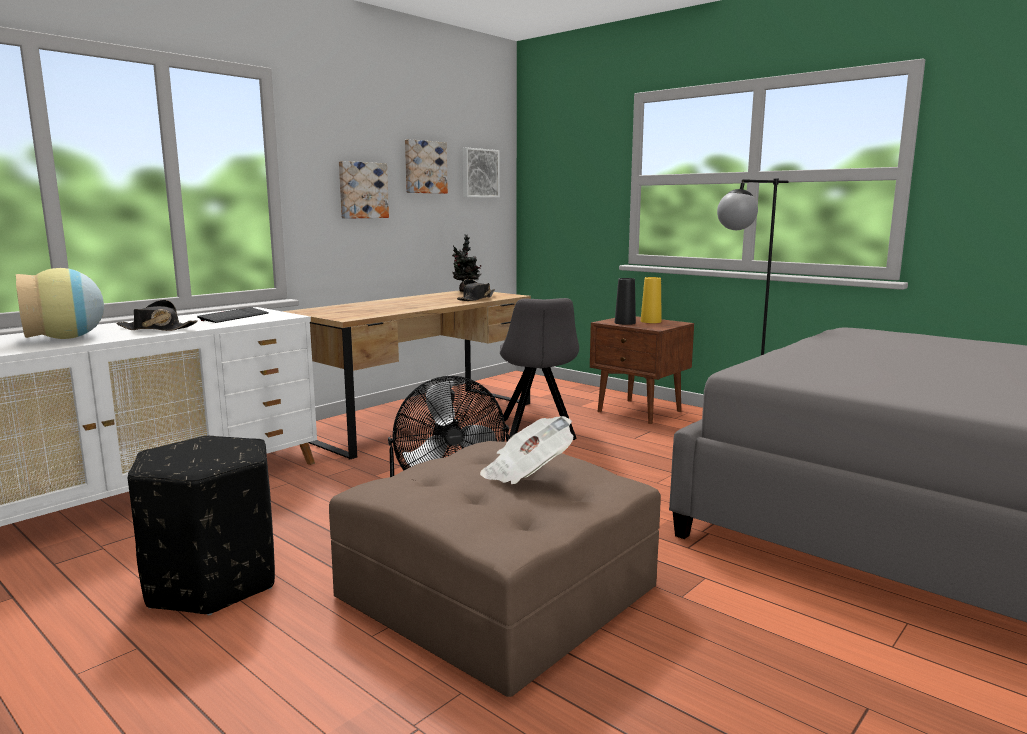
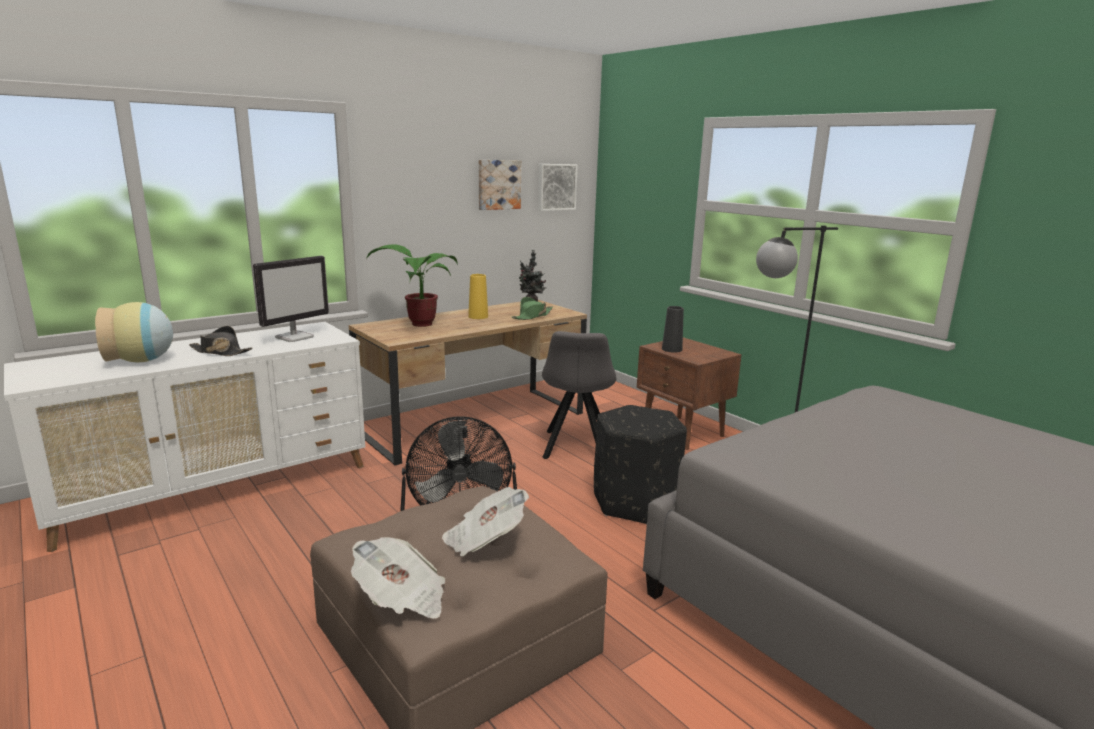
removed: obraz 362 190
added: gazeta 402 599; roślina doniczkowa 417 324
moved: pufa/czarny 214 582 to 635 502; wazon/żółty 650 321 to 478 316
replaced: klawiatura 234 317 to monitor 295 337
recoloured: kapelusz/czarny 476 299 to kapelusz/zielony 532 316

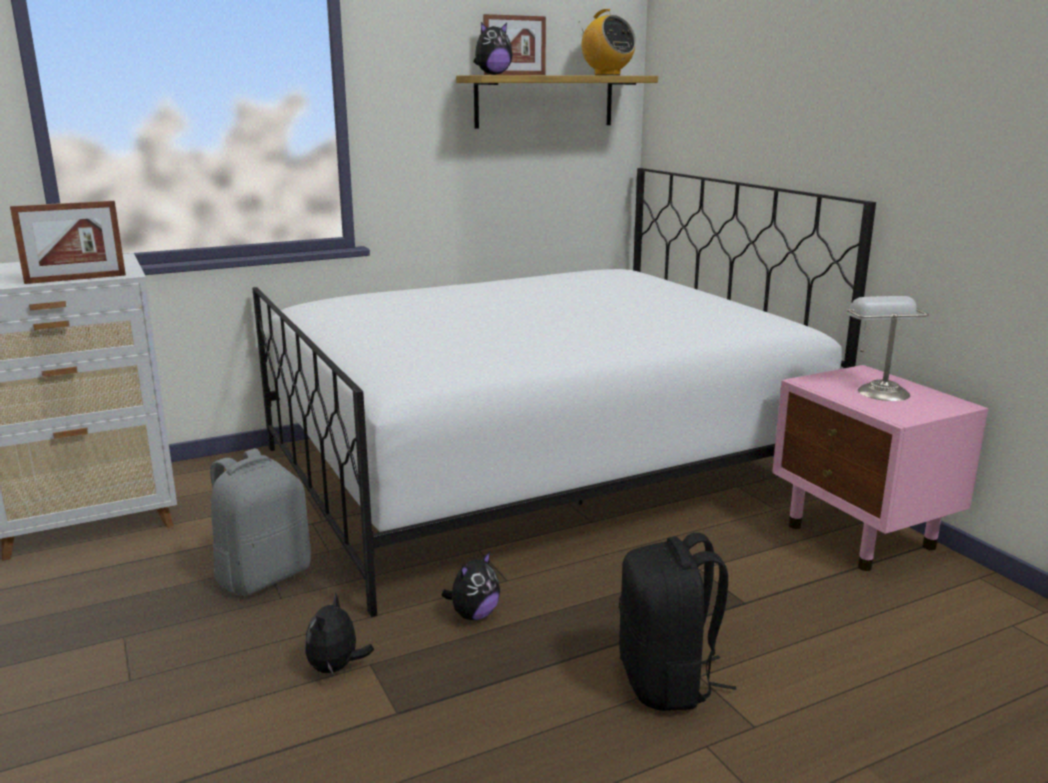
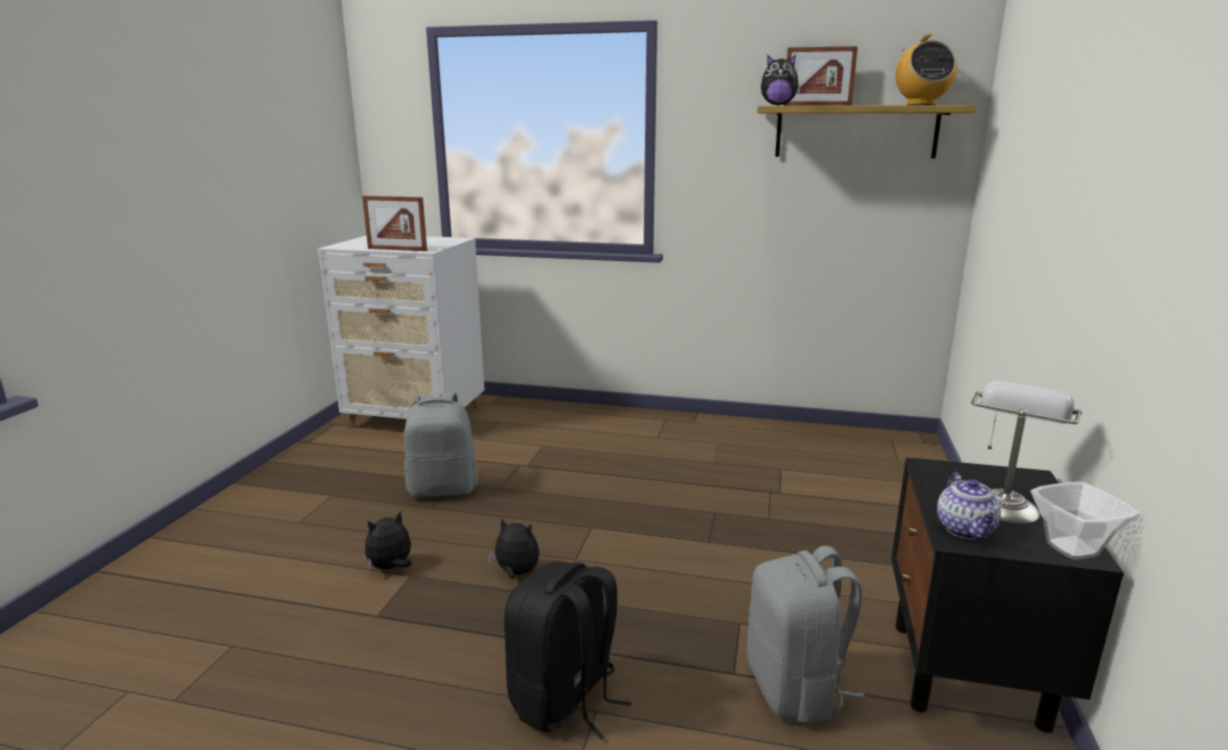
removed: łóżko/biały 539 469
added: plecak/szary 796 689; imbryk 966 530; miska 1070 548
recoloured: szafka nocna/różowy 862 537 to szafka nocna/czarny 967 675
turned: pluszak 473 615 = 516 573 150 degrees counterclockwise

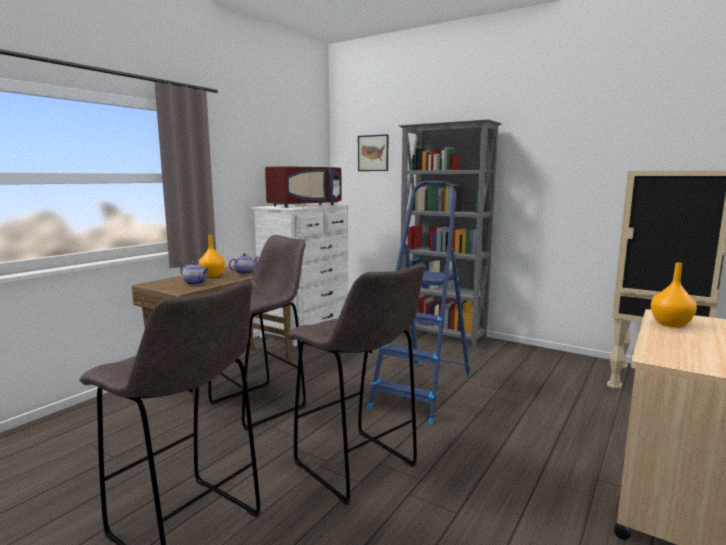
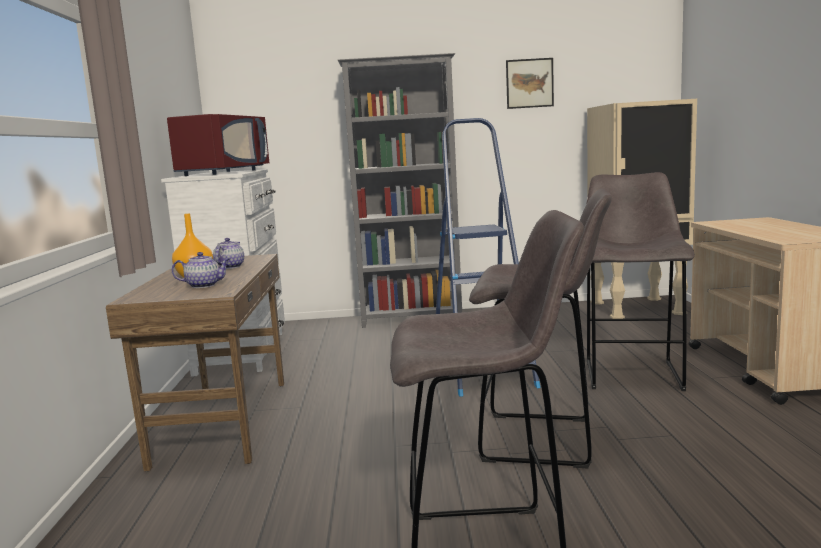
removed: wazon/pomarańczowy 671 324
moved: stołek/szary 260 404 to 632 374; obraz 373 153 to 529 83

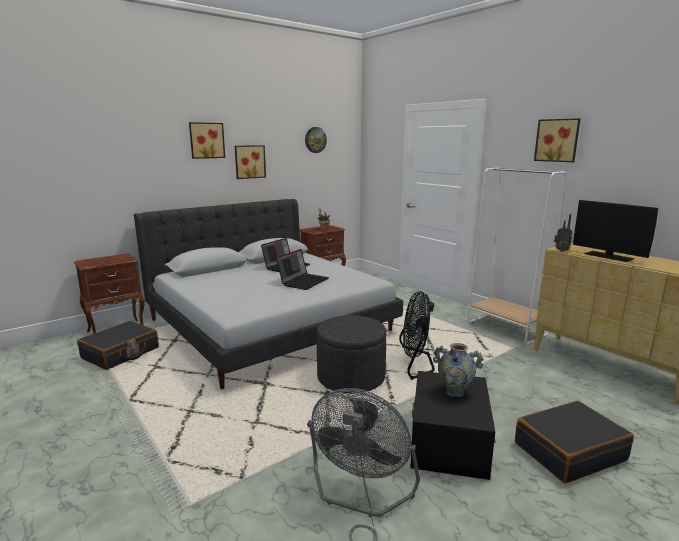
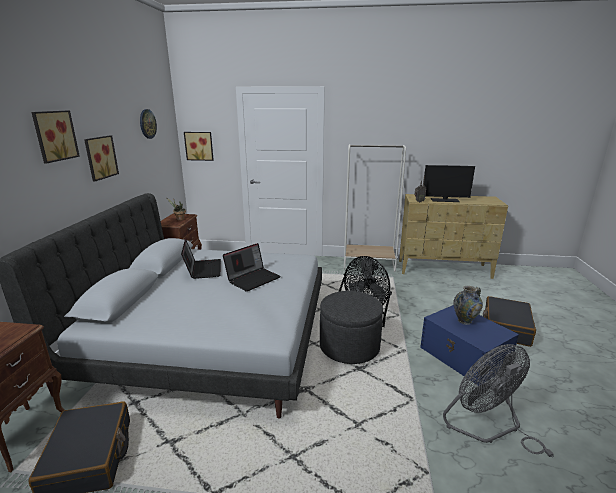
moved: obraz 557 140 to 199 146
recoloured: pojemnik do przechowywania/czarny 448 442 to pojemnik do przechowywania/niebieski 464 357
turned: laptop 303 281 = 253 278 60 degrees clockwise

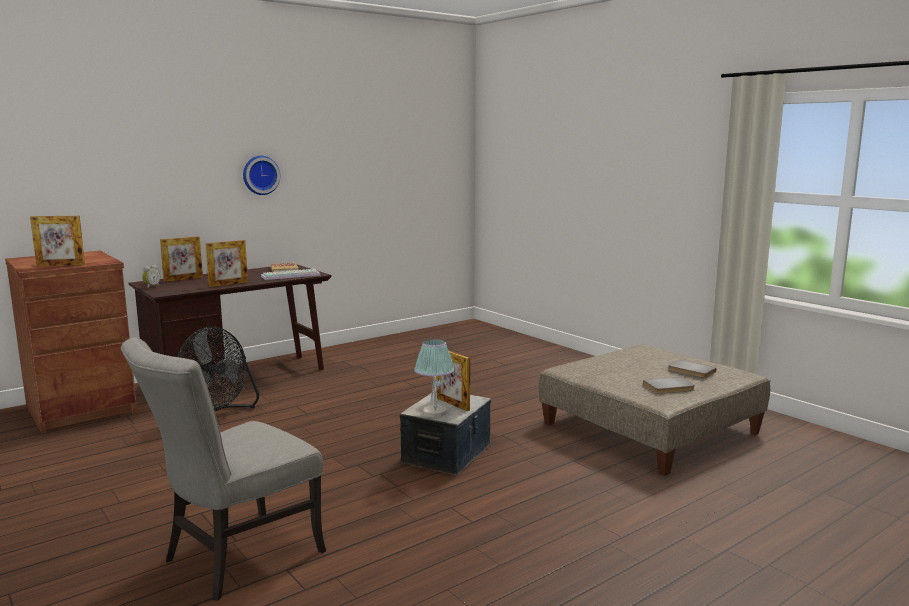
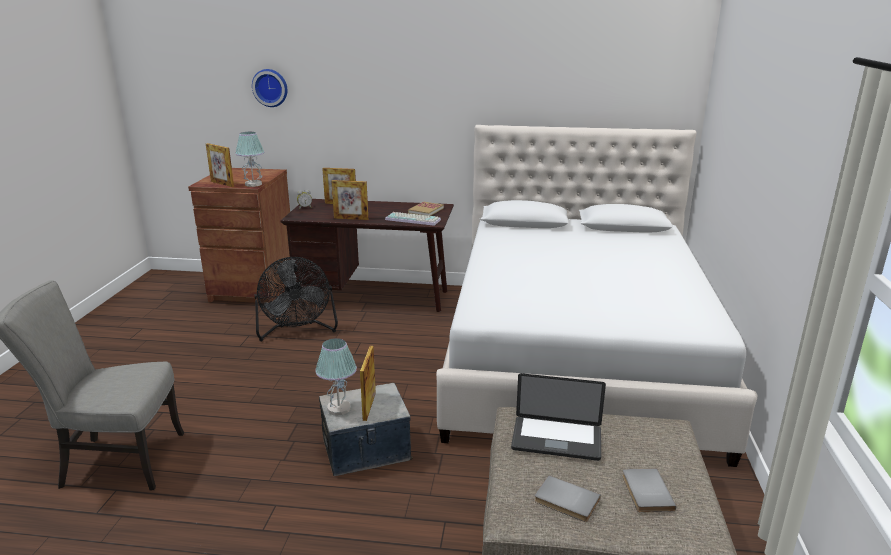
added: lampa stołowa 253 184; łóżko/biały 576 357; laptop 556 439
moved: zegar ścienny 260 175 to 270 87

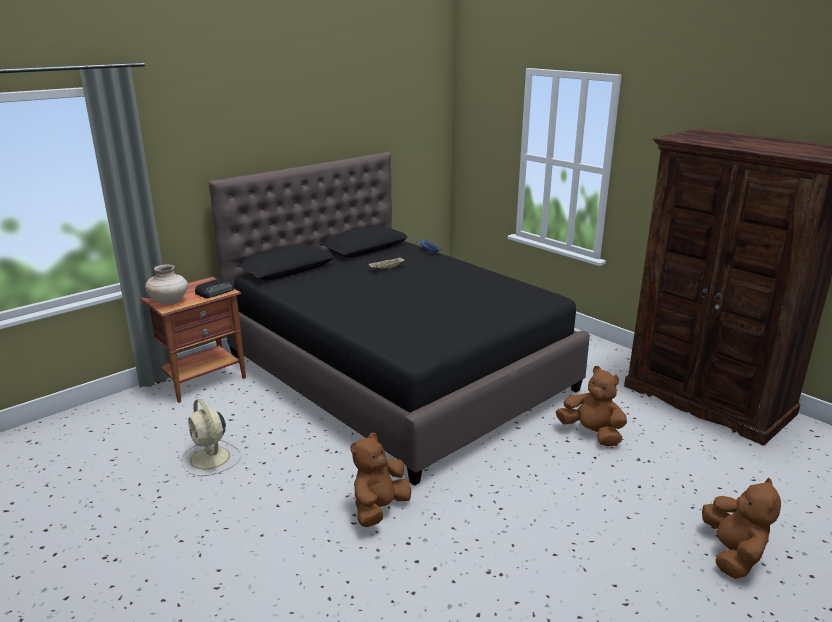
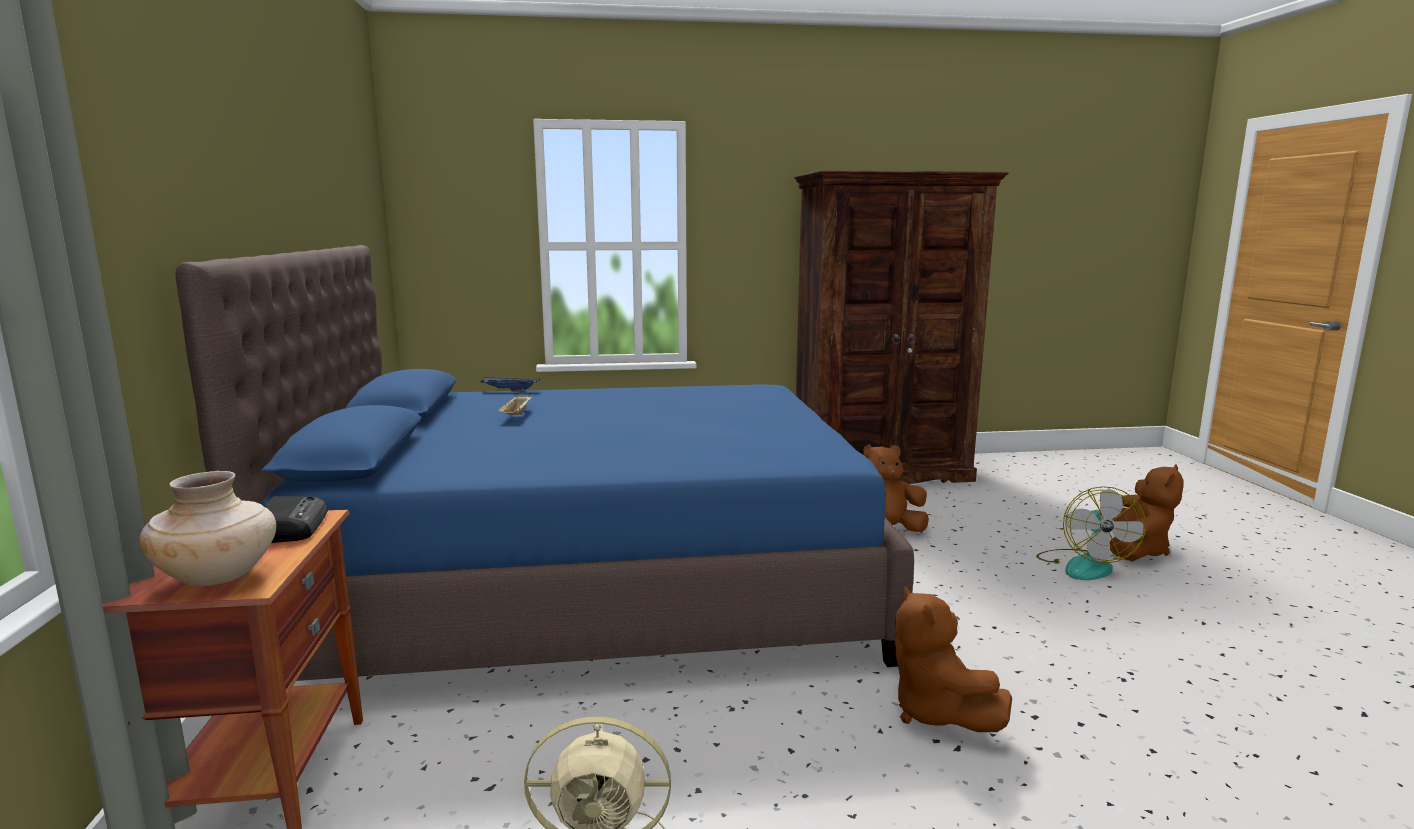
added: wentylator 1084 565
recoloured: łóżko/czarny 398 372 to łóżko/niebieski 592 582
turned: pluszak/brązowy 733 554 = 1136 550 75 degrees clockwise

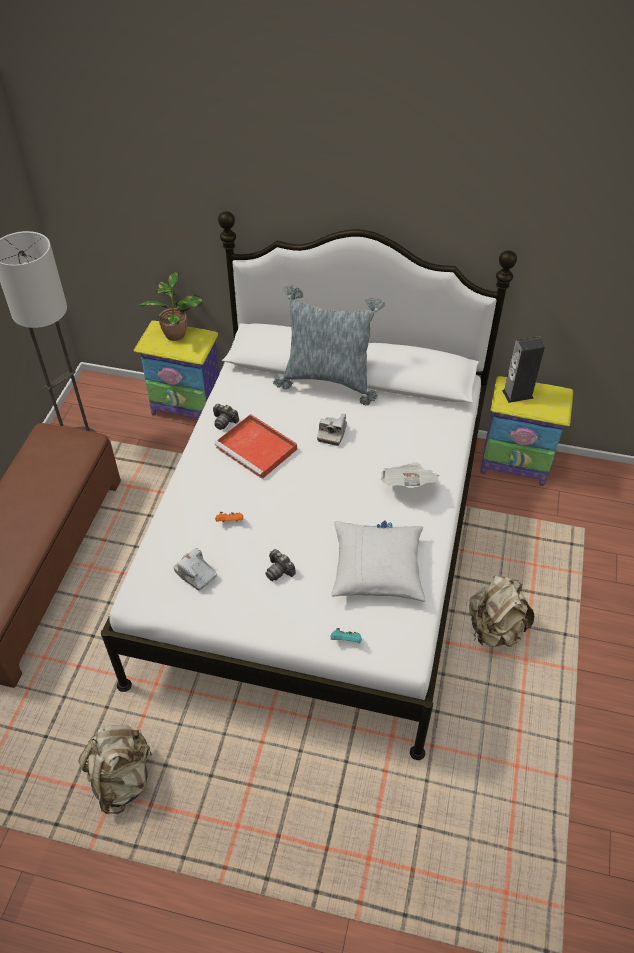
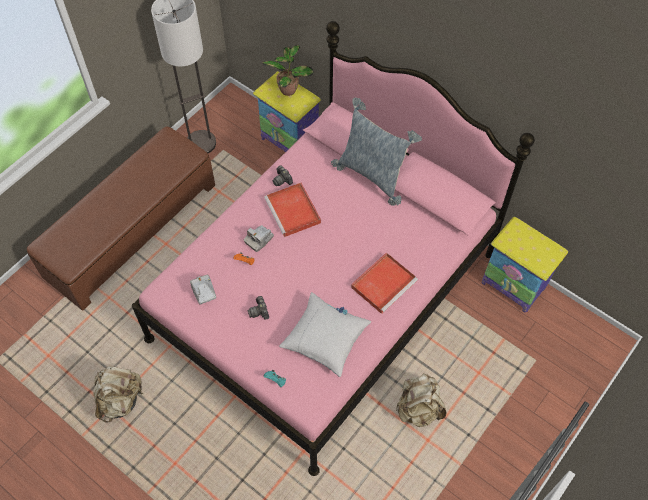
removed: głośnik 517 394
moved: aparat fotograficzny 332 433 to 259 239
replaced: gazeta 408 485 to taca/czerwony 384 283
recoloured: łóżko/biały 316 552 to łóżko/różowy 323 296

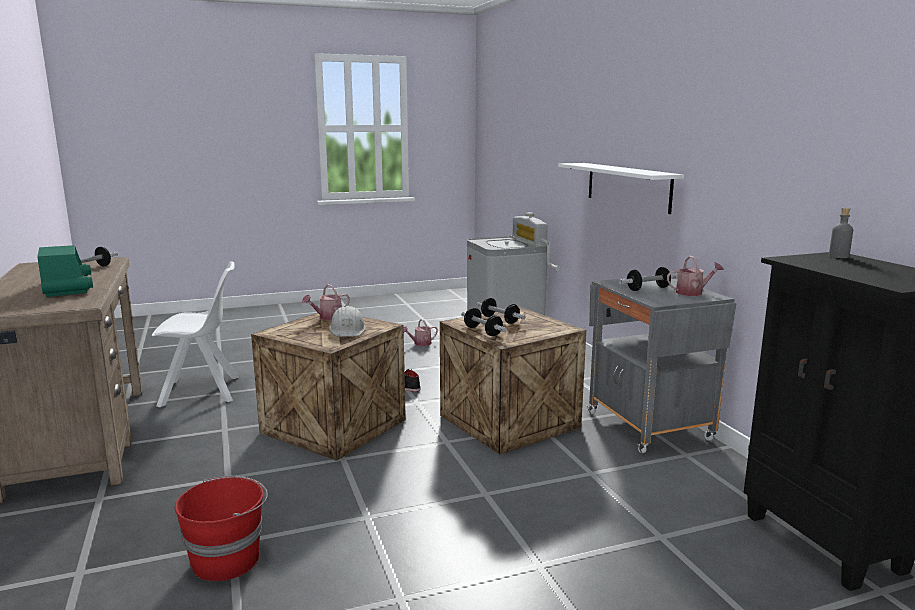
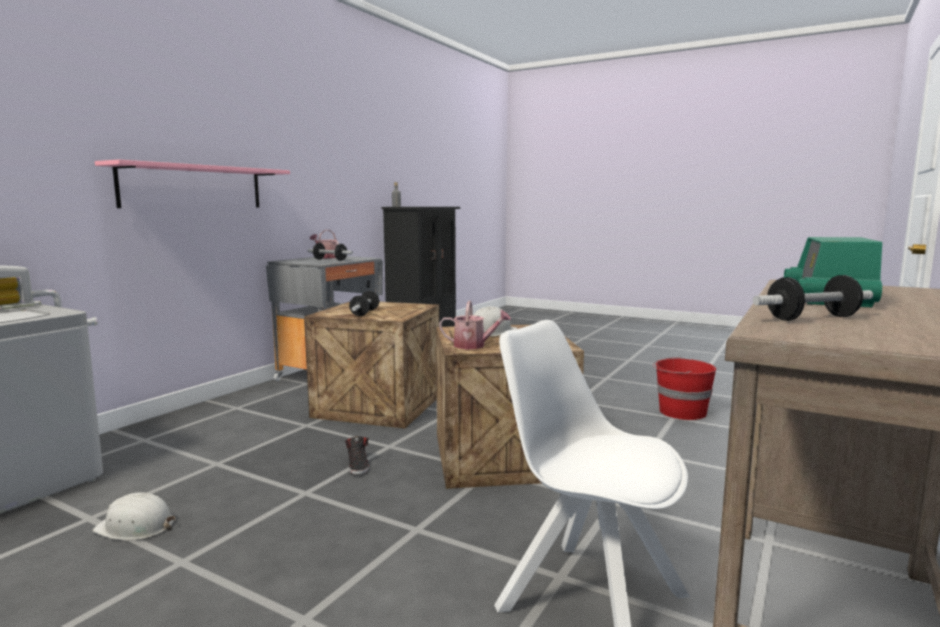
removed: hantel 483 331
replaced: konewka 420 343 to kask/biały 135 527
recoloured: półka/biały 627 186 to półka/różowy 193 187

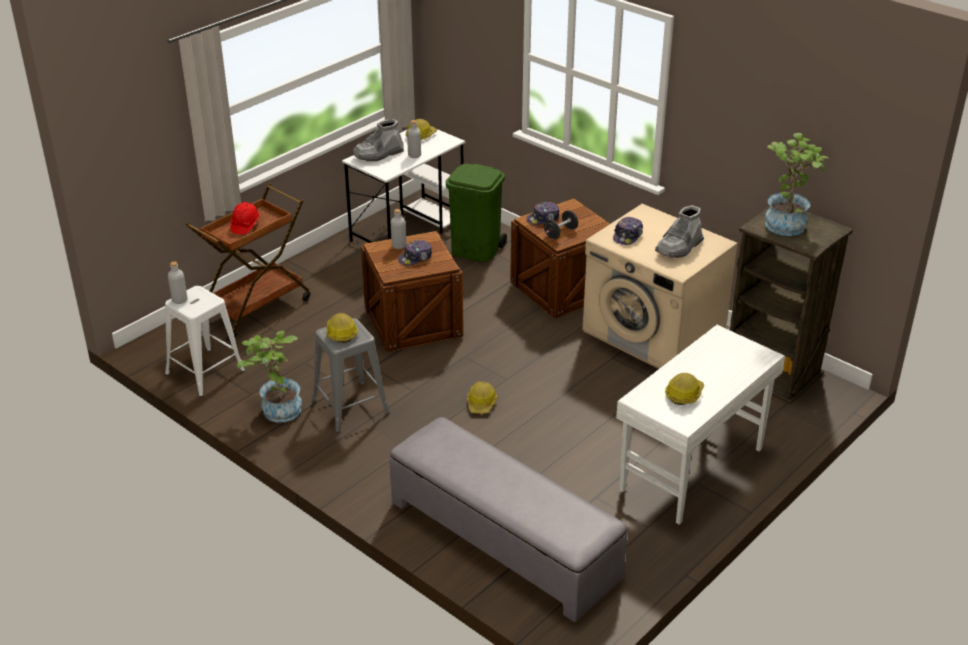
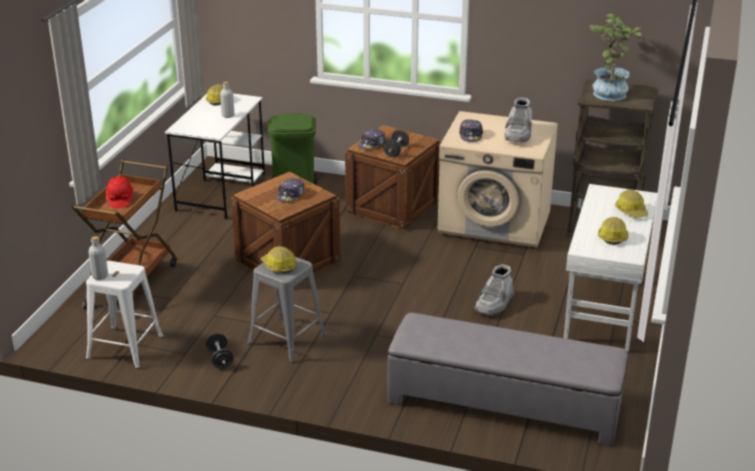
removed: butelka/szary 399 246
moved: but z cholewką/szary 378 154 to 494 304; kask 481 403 to 631 211
replaced: roślina doniczkowa 276 409 to hantel/czarny 220 359

